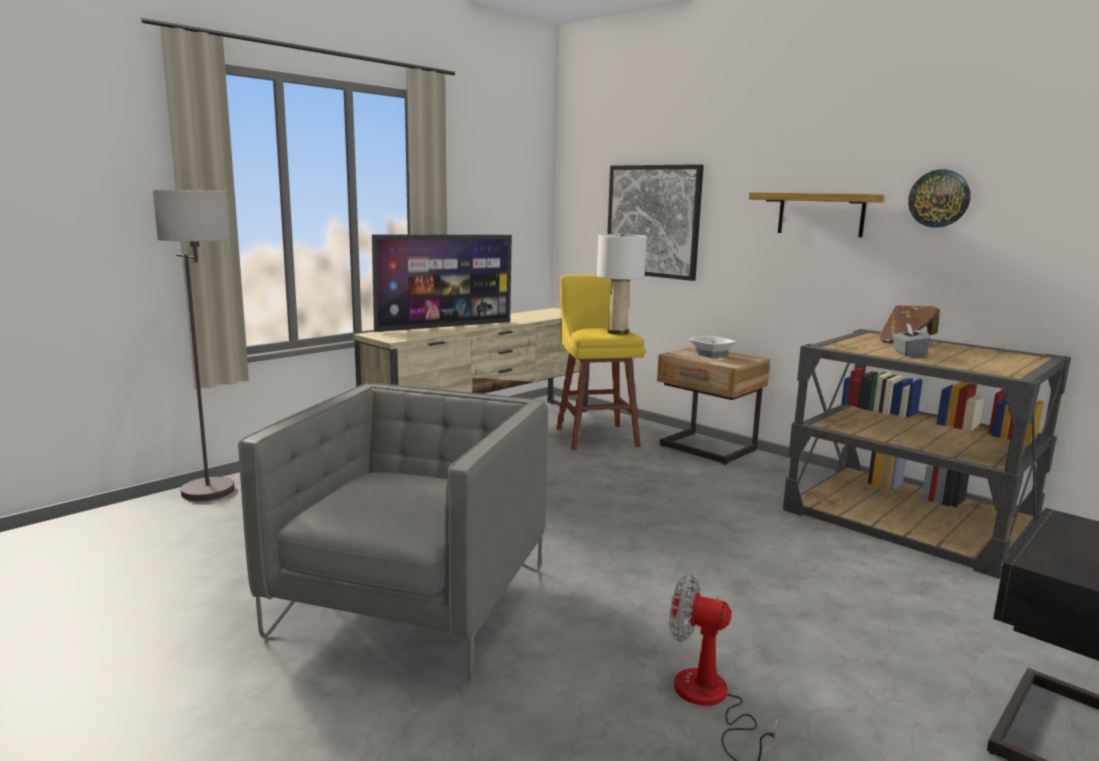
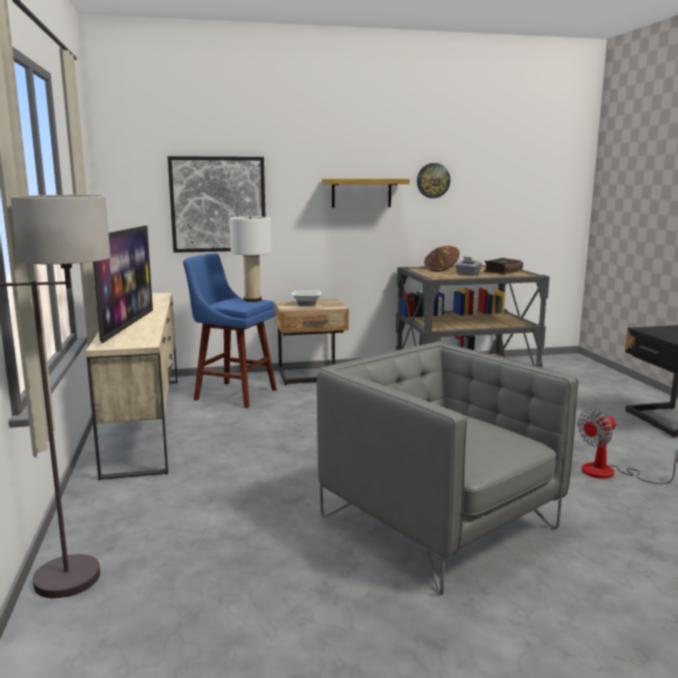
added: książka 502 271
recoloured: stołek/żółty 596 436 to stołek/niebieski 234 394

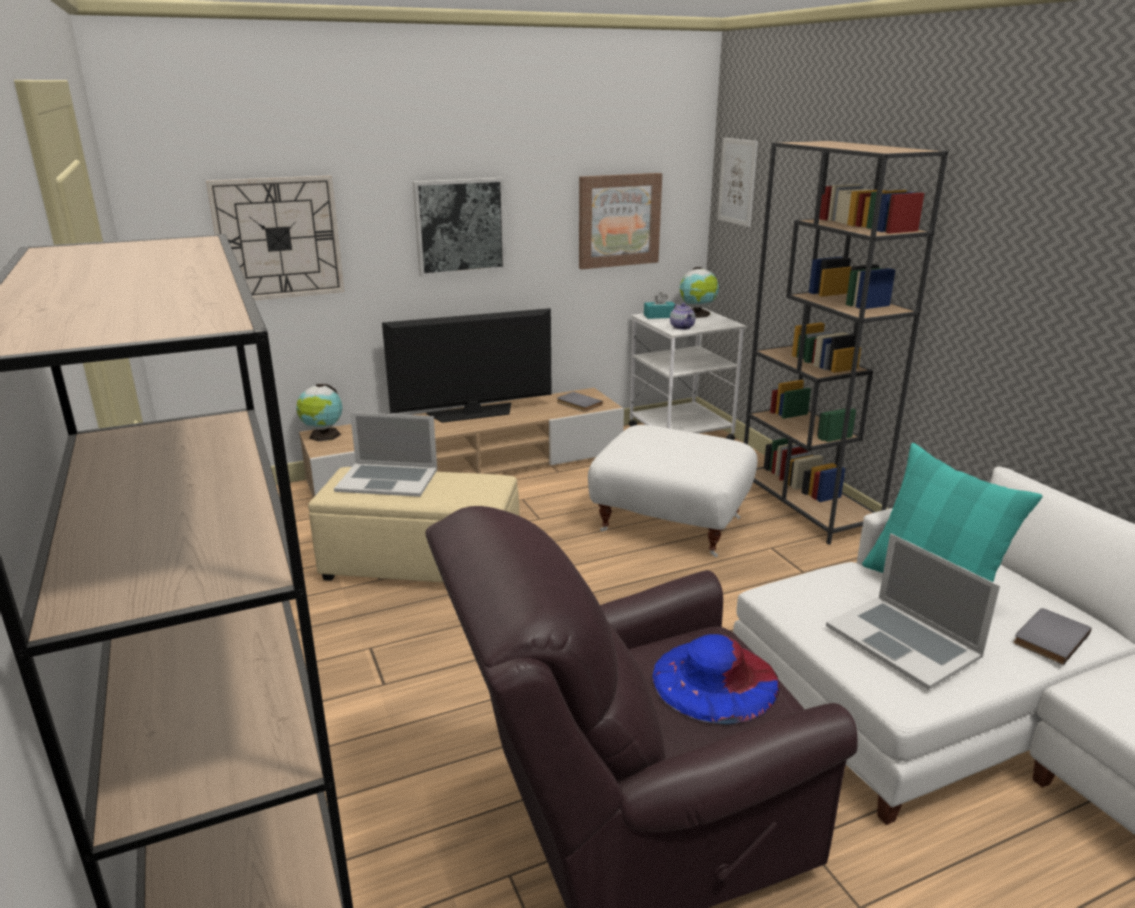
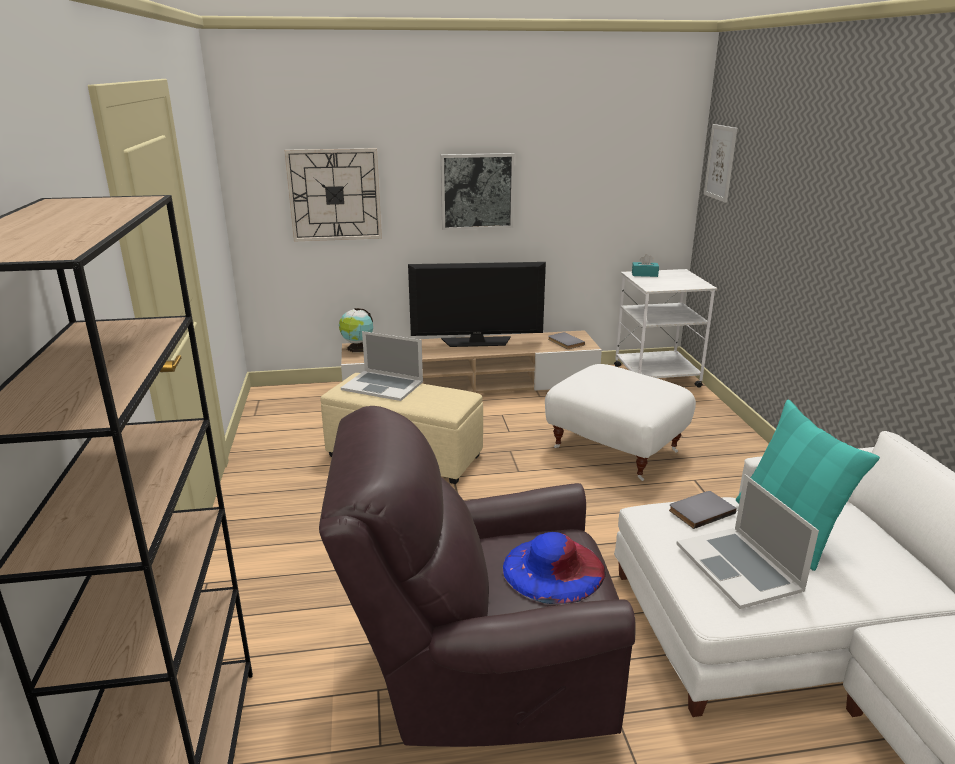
removed: obraz 618 220; imbryk 682 327; globus 697 314; regał 808 506
moved: książka/szary 1048 637 to 700 511

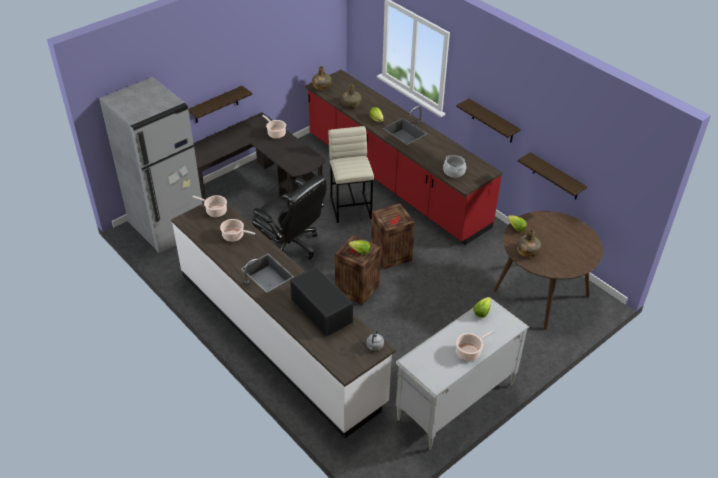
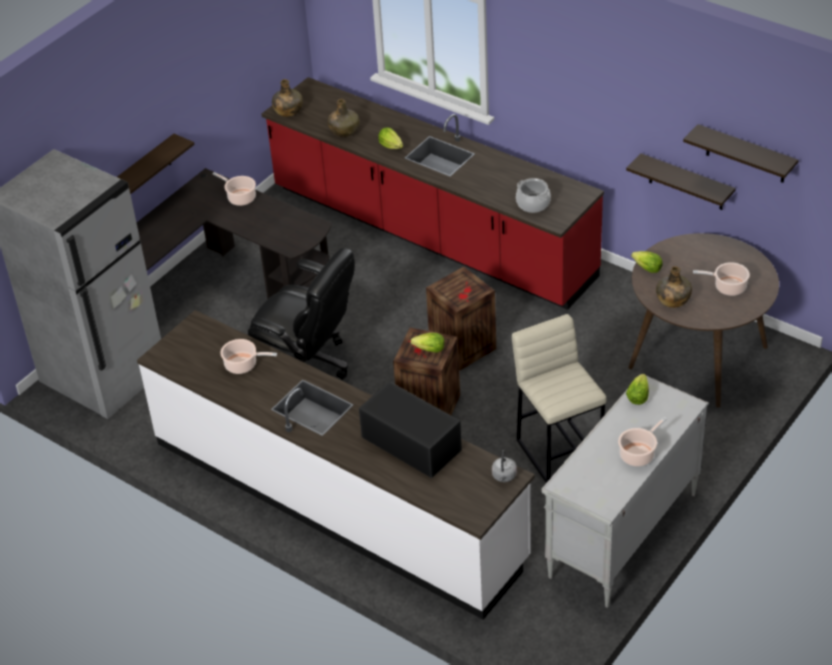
moved: garnek 215 211 to 728 287; stołek/beżowy 350 207 to 557 450; półka 493 121 to 746 154

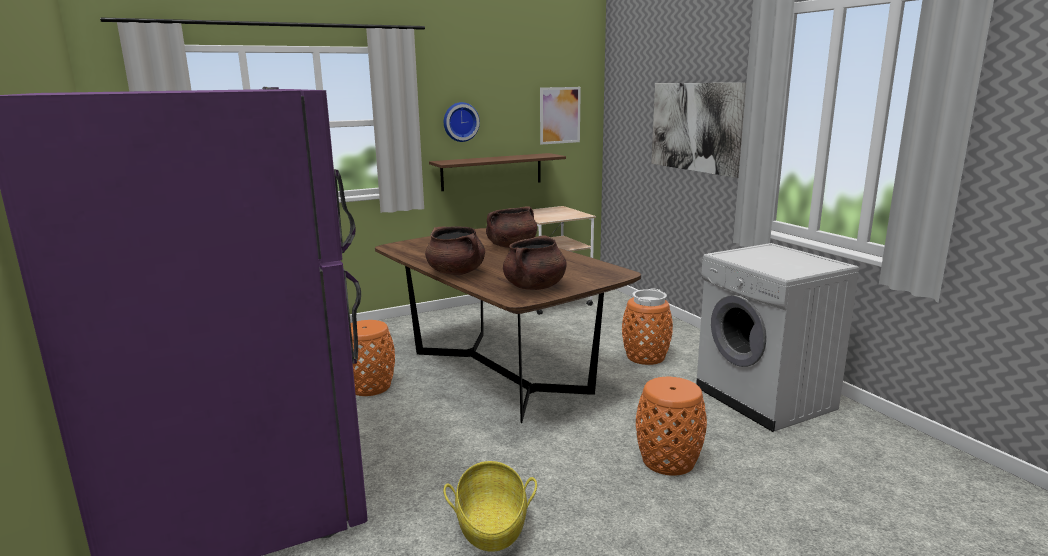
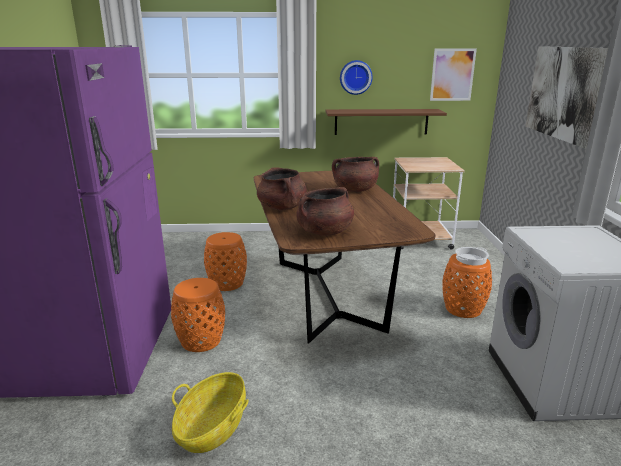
moved: stołek/pomarańczowy 668 461 to 201 341

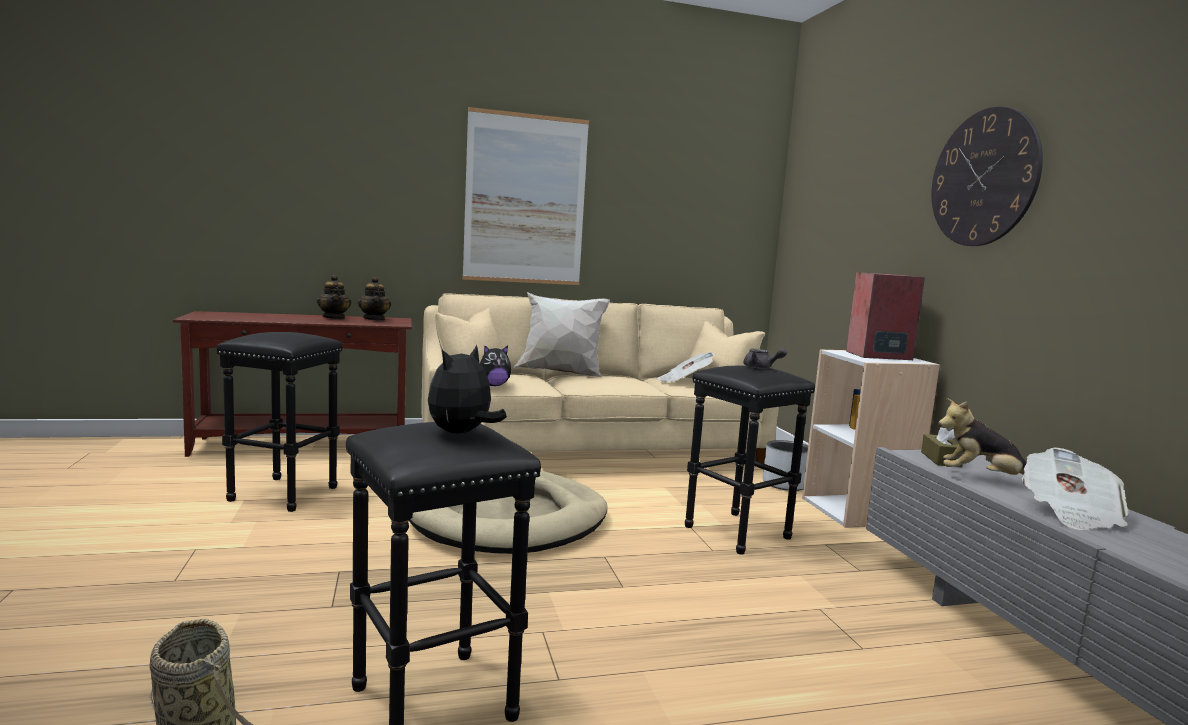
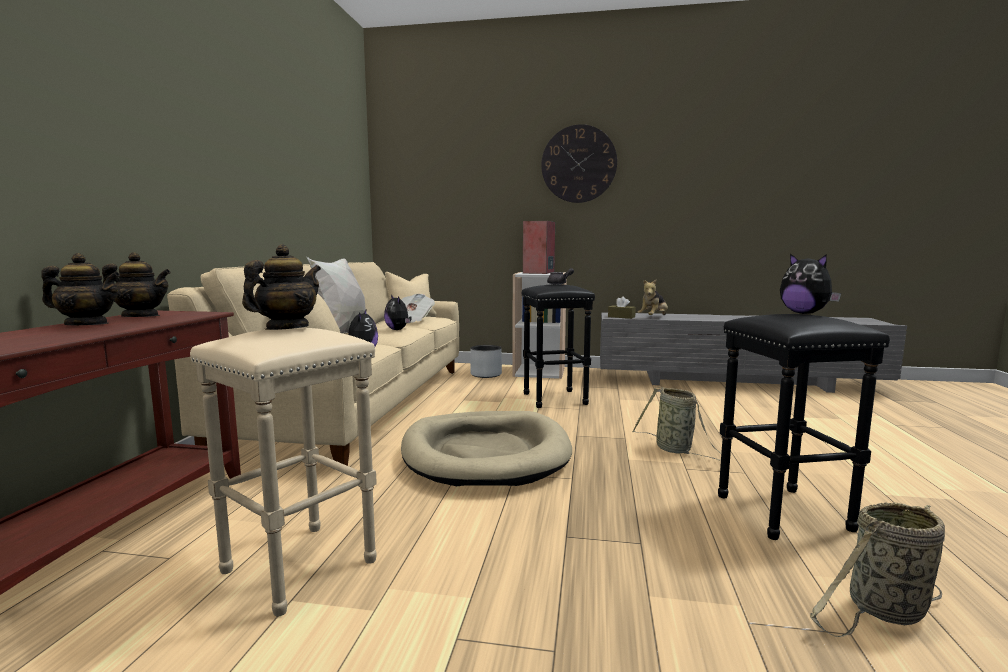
removed: obraz 525 199; gazeta 1069 514
added: imbryk 286 328; pluszak 398 330; koszyk 676 450
recoloured: stołek/czarny 283 493 to stołek/beżowy 296 566

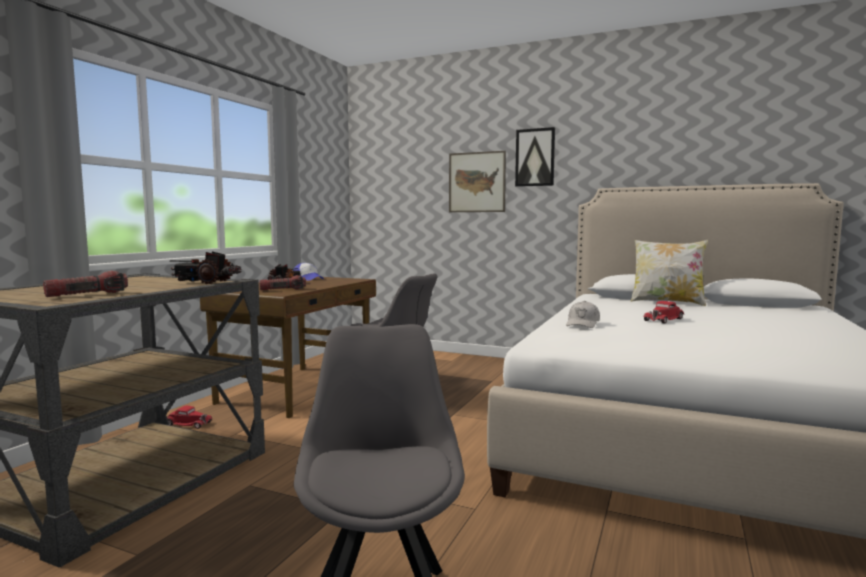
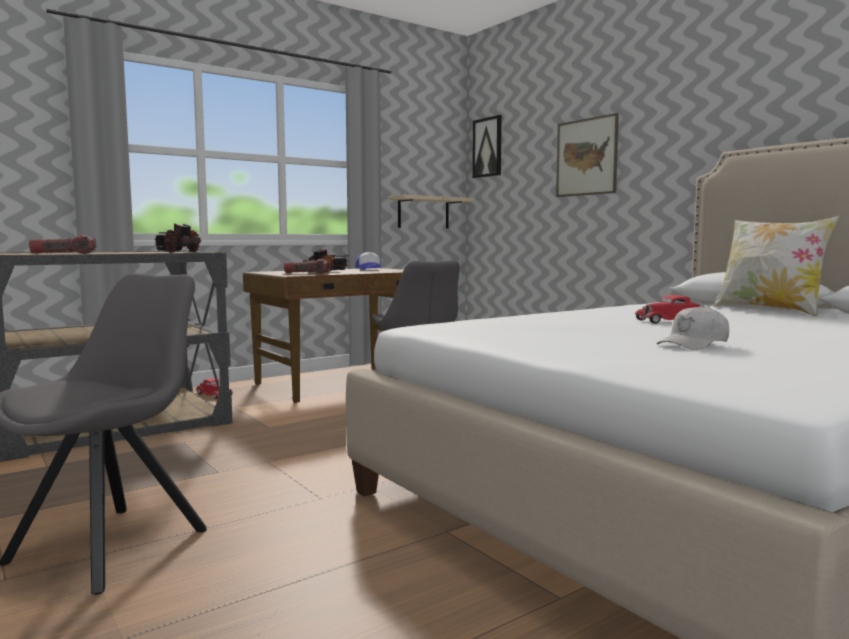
added: półka/beżowy 423 213
moved: obraz 535 157 to 487 147; czapka z daszkiem/biały 582 324 to 694 344

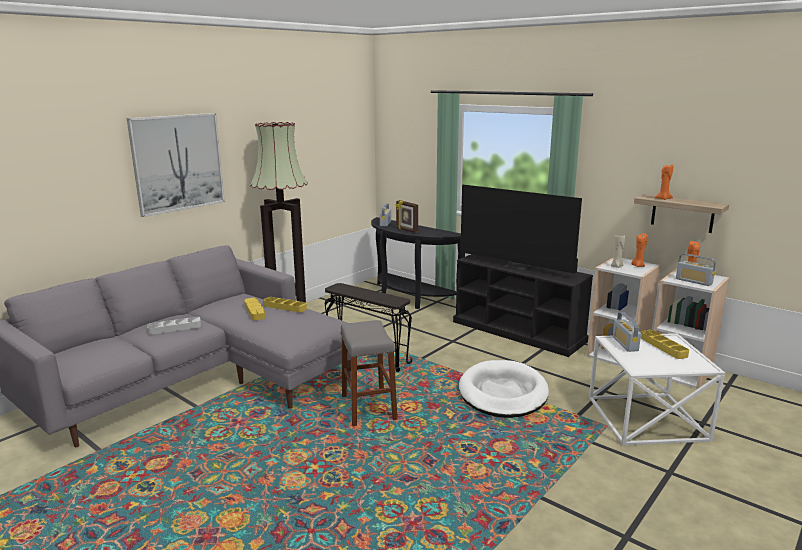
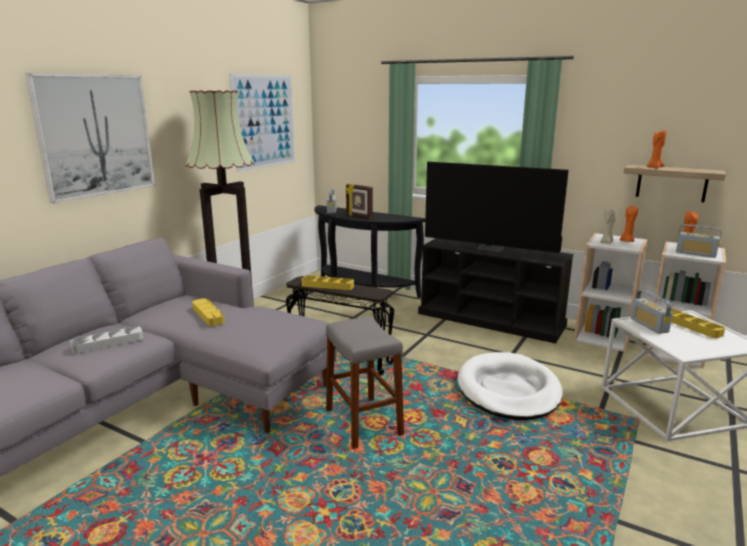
added: obraz 264 121
moved: taca/żółty 285 307 to 327 286

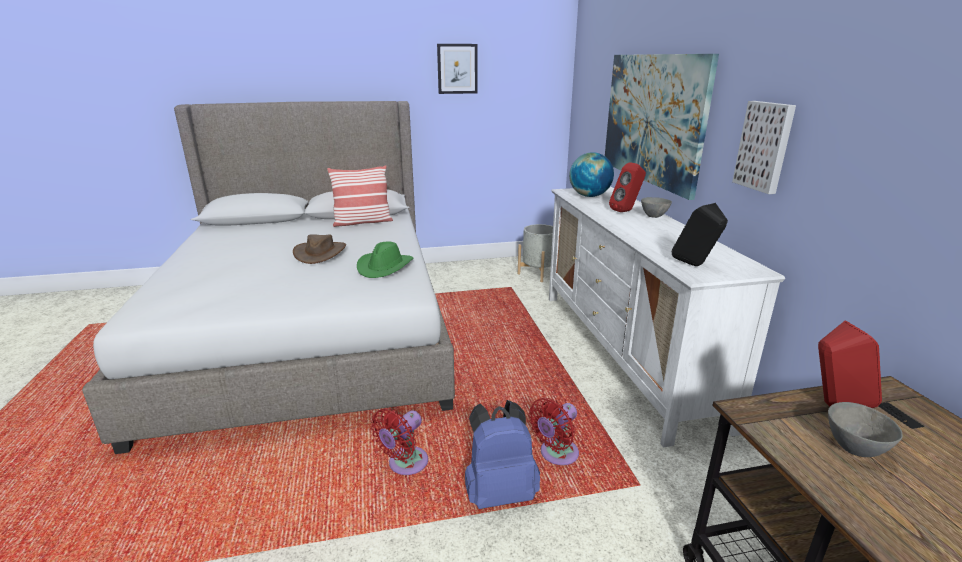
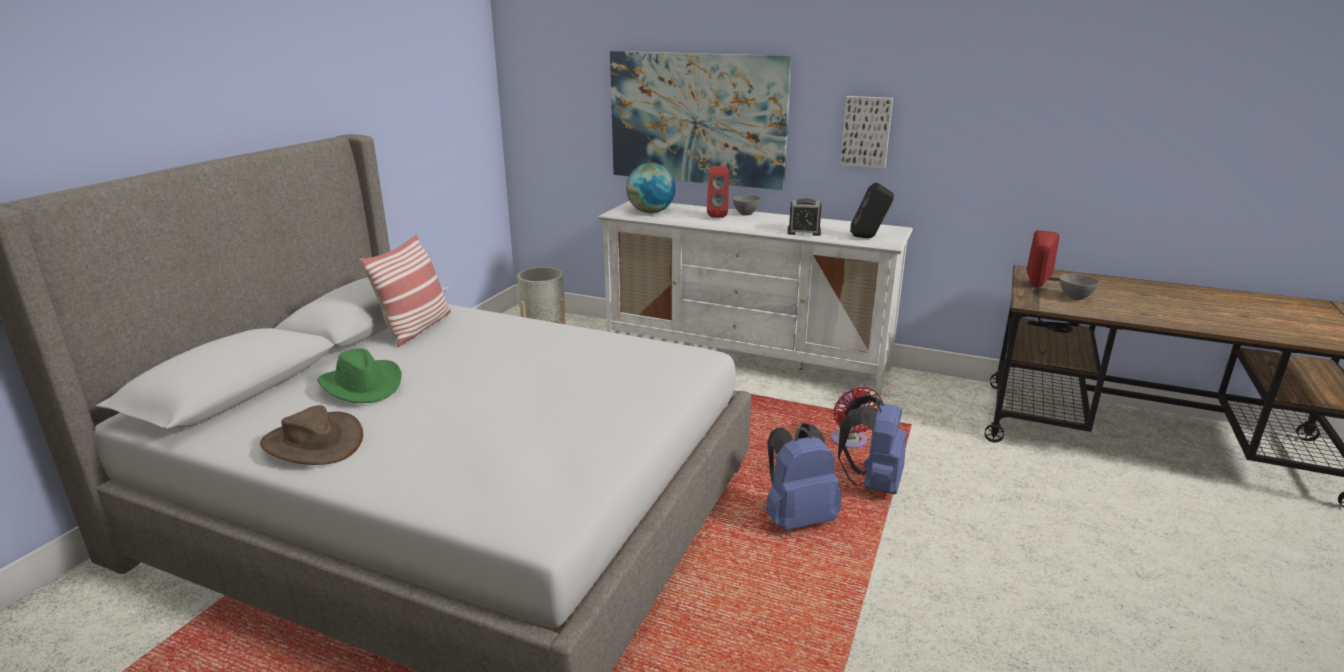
removed: obraz 457 69
added: budzik 803 232
moved: kapelusz/brązowy 320 253 to 313 442; kapelusz/zielony 385 267 to 362 385
replaced: wentylator/czerwony 405 464 to plecak/niebieski 797 518

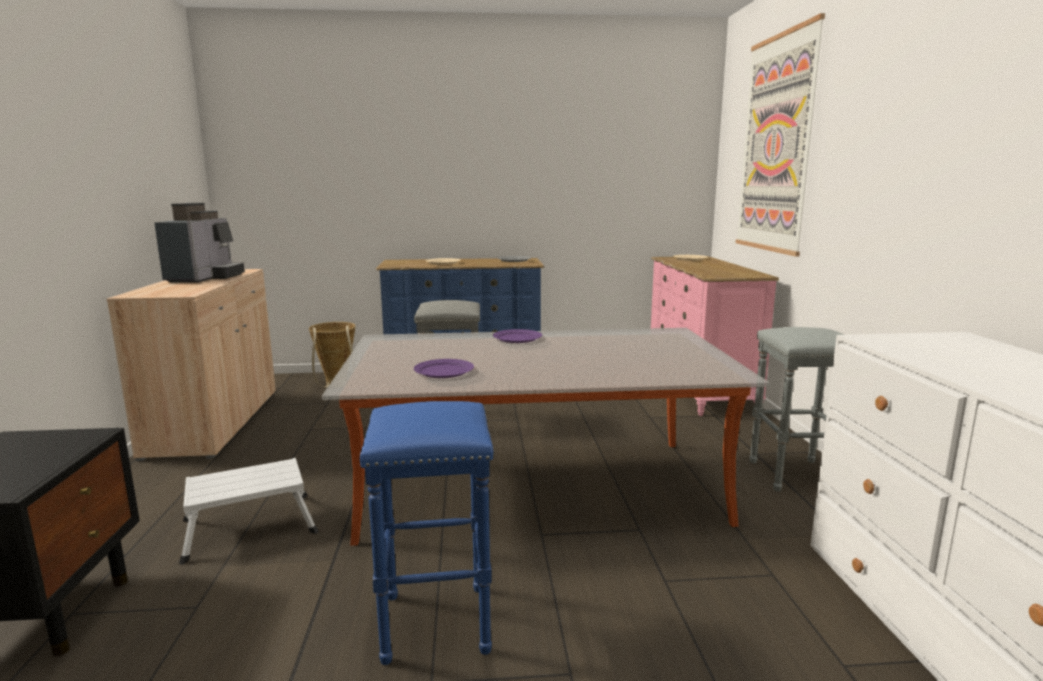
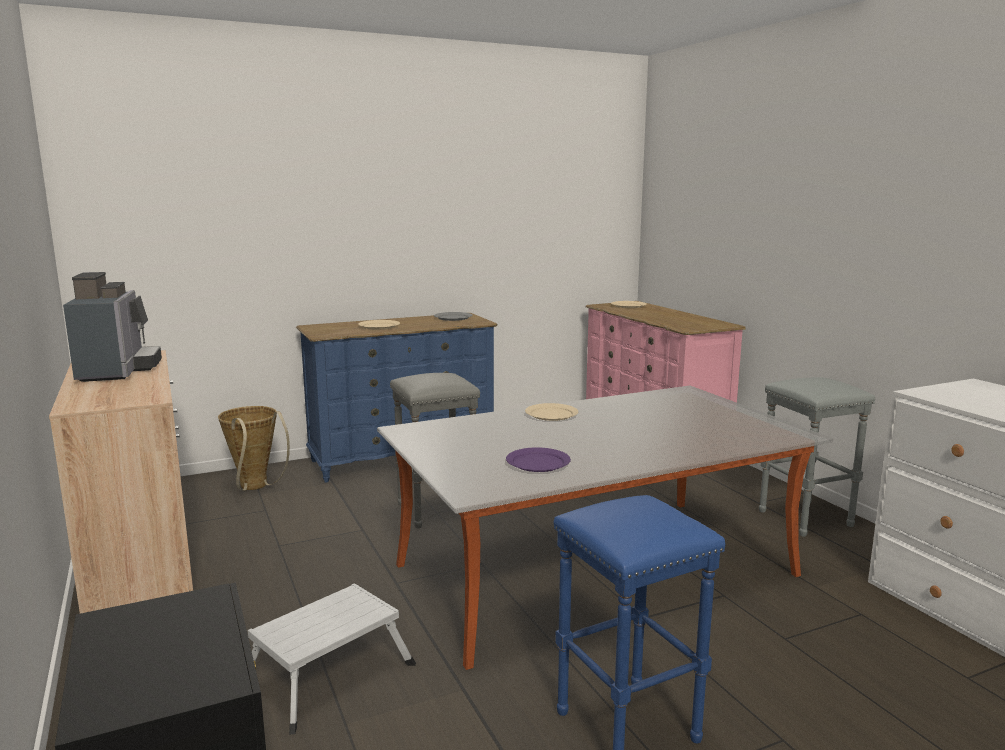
removed: obraz 775 144
recoloured: talerz/fioletowy 517 338 to talerz/beżowy 551 414

